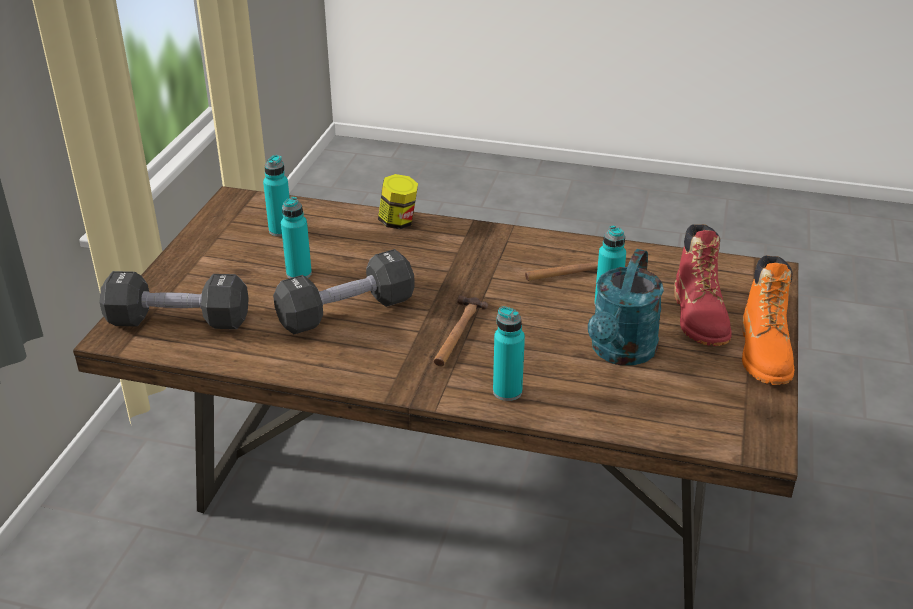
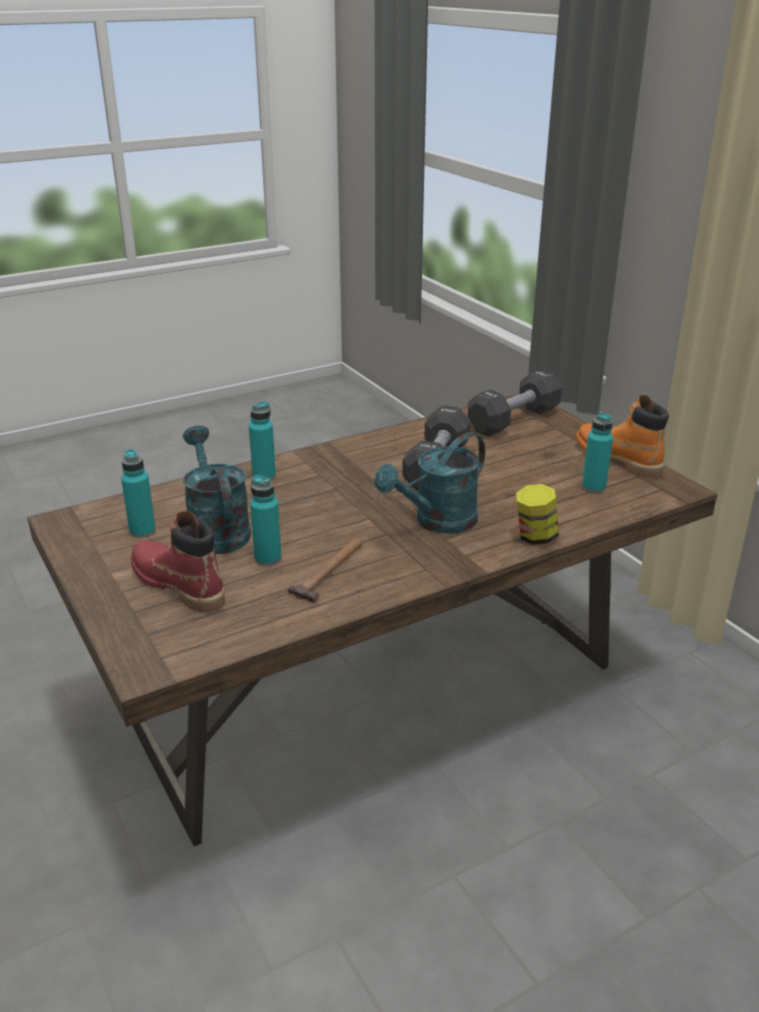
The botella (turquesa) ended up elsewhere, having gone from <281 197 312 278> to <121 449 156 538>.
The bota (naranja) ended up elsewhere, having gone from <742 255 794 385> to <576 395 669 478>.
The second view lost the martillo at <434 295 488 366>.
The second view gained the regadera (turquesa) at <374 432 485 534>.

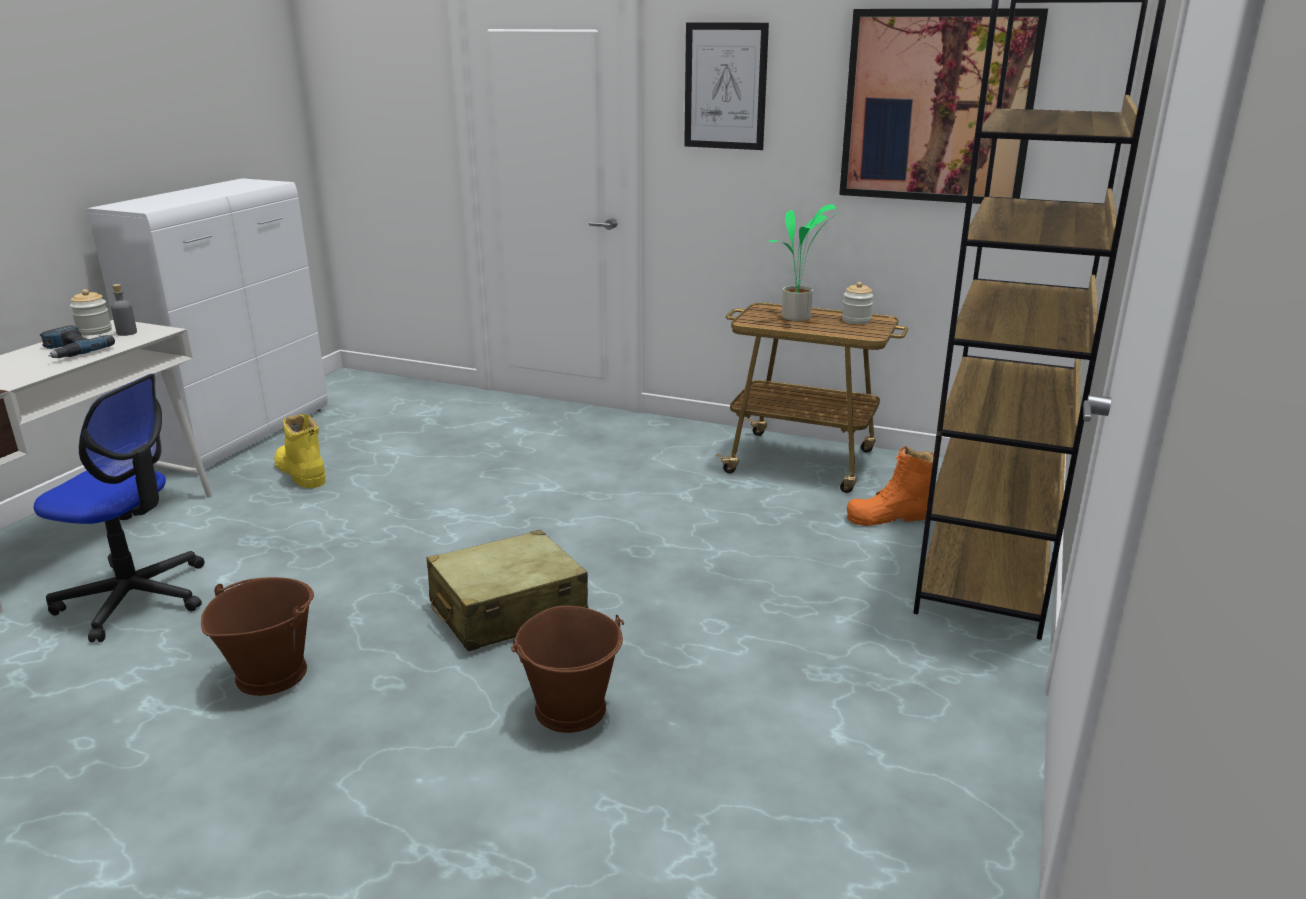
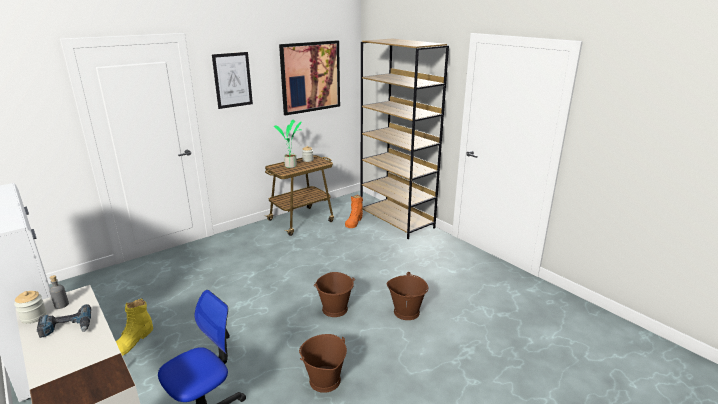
The bota (amarillo) at <274 414 326 488> ended up facing another way, 60 degrees counterclockwise from before.
Where the maleta (beis) stood at <426 530 588 652>, the cubo (marrón) came to stand at <314 272 355 317>.

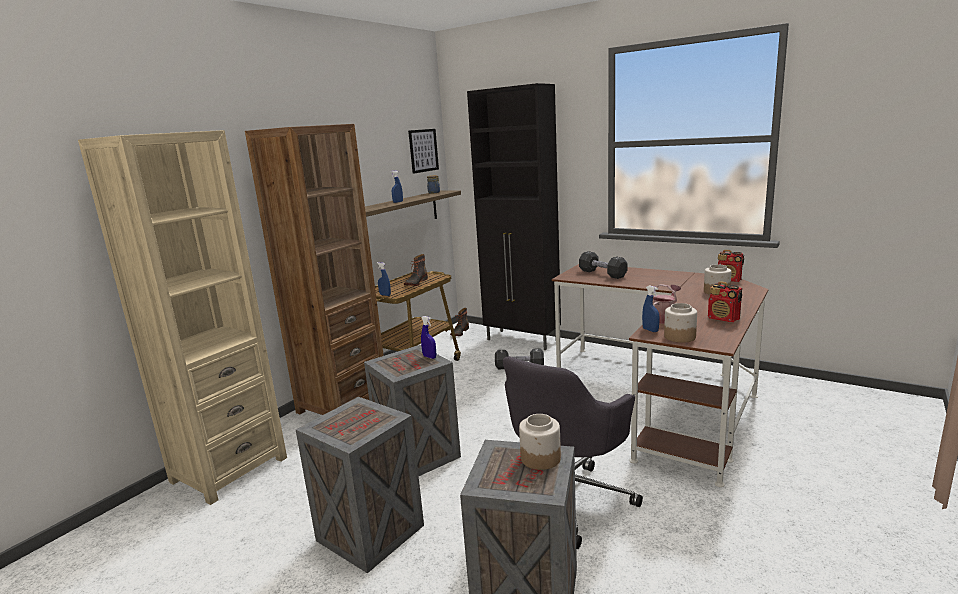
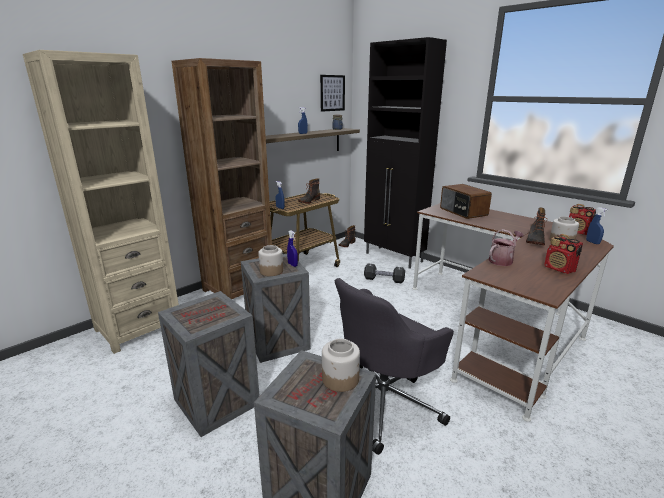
Where the mancuerna (negro) stood at <579 251 628 279>, the radio came to stand at <440 184 492 219>.
The pulverizador (azul) ended up elsewhere, having gone from <642 285 660 332> to <586 207 608 244>.
The tarro ended up elsewhere, having gone from <664 303 697 343> to <258 245 283 276>.
The second view gained the bota at <526 208 548 246>.

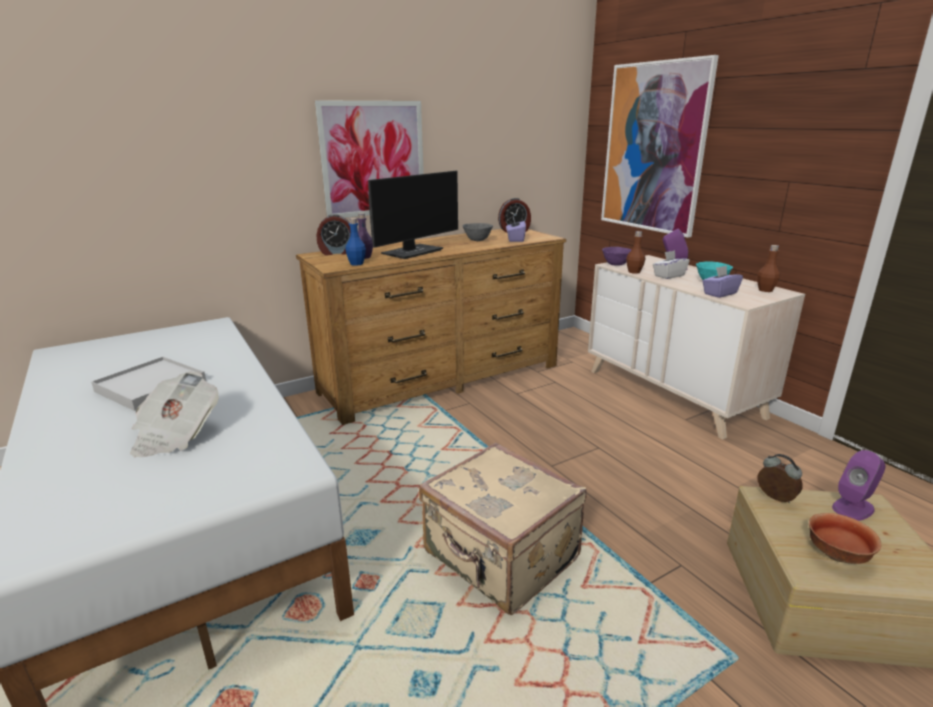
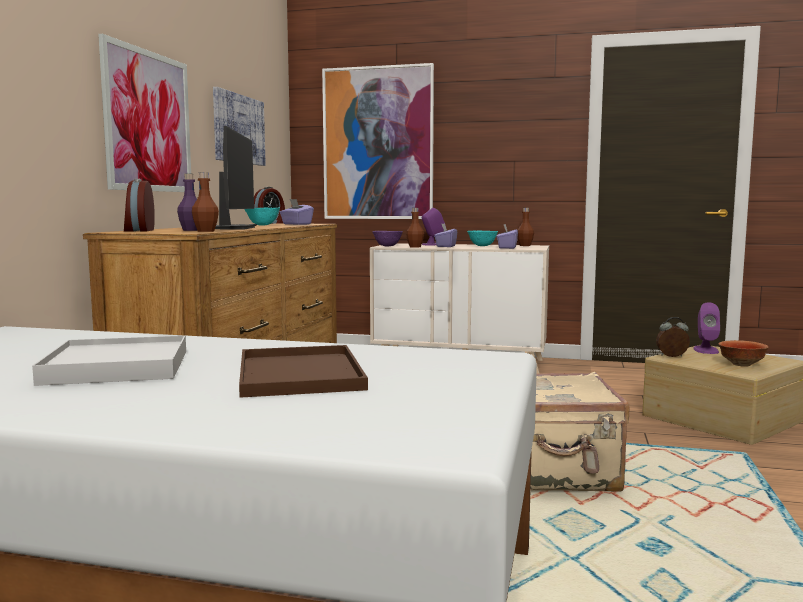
The despertador at <316 214 350 255> ended up facing another way, 135 degrees clockwise from before.
What was the botella (azul) at <346 218 366 266> turned into the botella (marrón) at <192 172 219 232>.
What was the cuenco (gris) at <463 223 493 241> turned into the cuenco (turquesa) at <244 208 280 226>.
What was the caja de pañuelos (blanco) at <653 250 689 279> turned into the caja de pañuelos (morado) at <434 223 457 247>.
Where the periódico stood at <130 372 219 457>, the bandeja (marrón) came to stand at <239 345 368 398>.
The second view gained the cuadro at <213 87 266 166>.

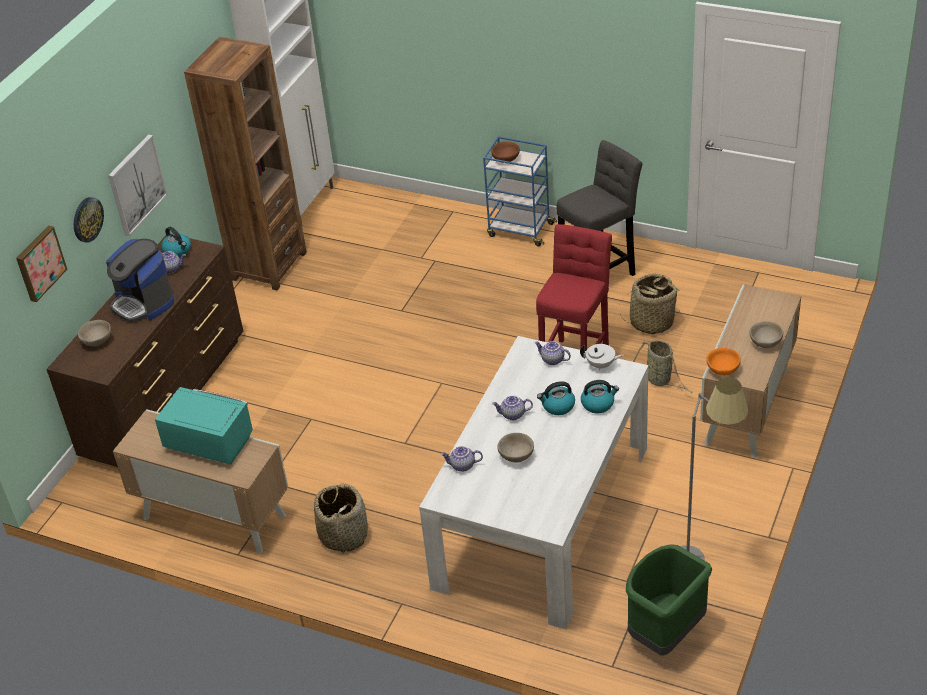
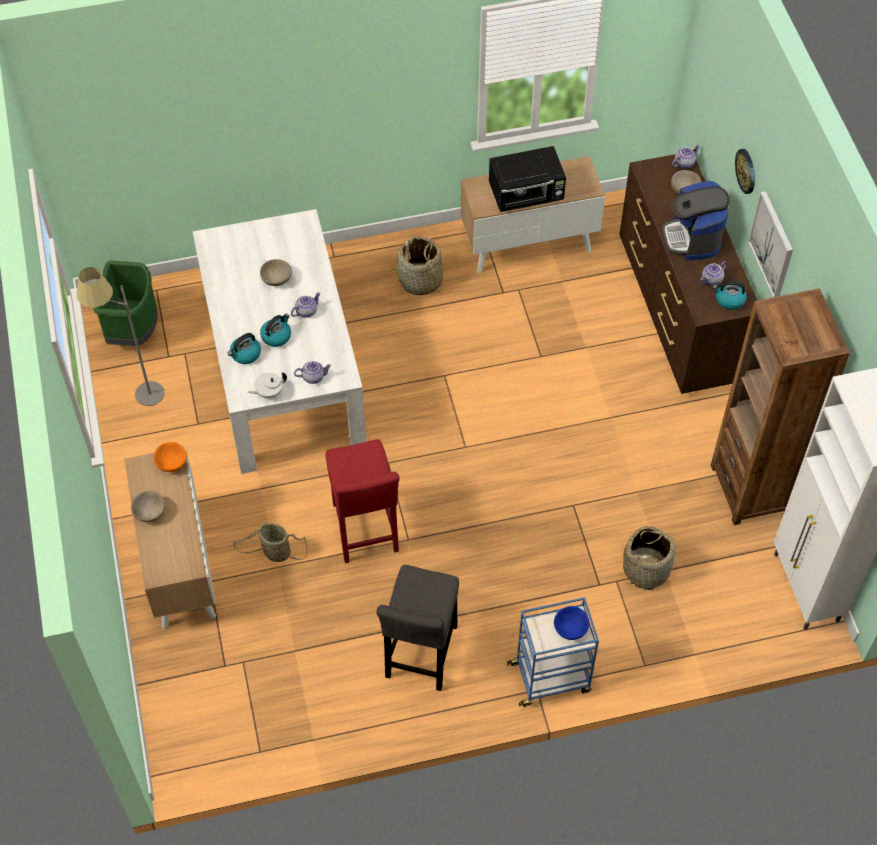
What was the cuenco (marrón) at <491 141 520 163> turned into the cuenco (azul) at <554 606 589 640>.
The second view lost the cuadro at <16 226 67 302>.
The cafetera at <106 239 174 322> ended up facing another way, 105 degrees counterclockwise from before.
The cesta ended up elsewhere, having gone from <620 273 681 334> to <623 526 675 590>.
What was the microondas (turquesa) at <155 387 253 465> turned into the microondas (negro) at <489 146 566 212>.
The tetera ended up elsewhere, having gone from <441 446 483 472> to <672 145 700 169>.

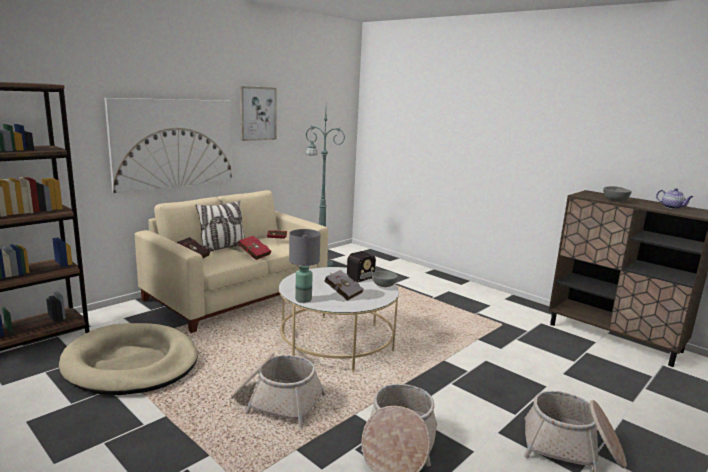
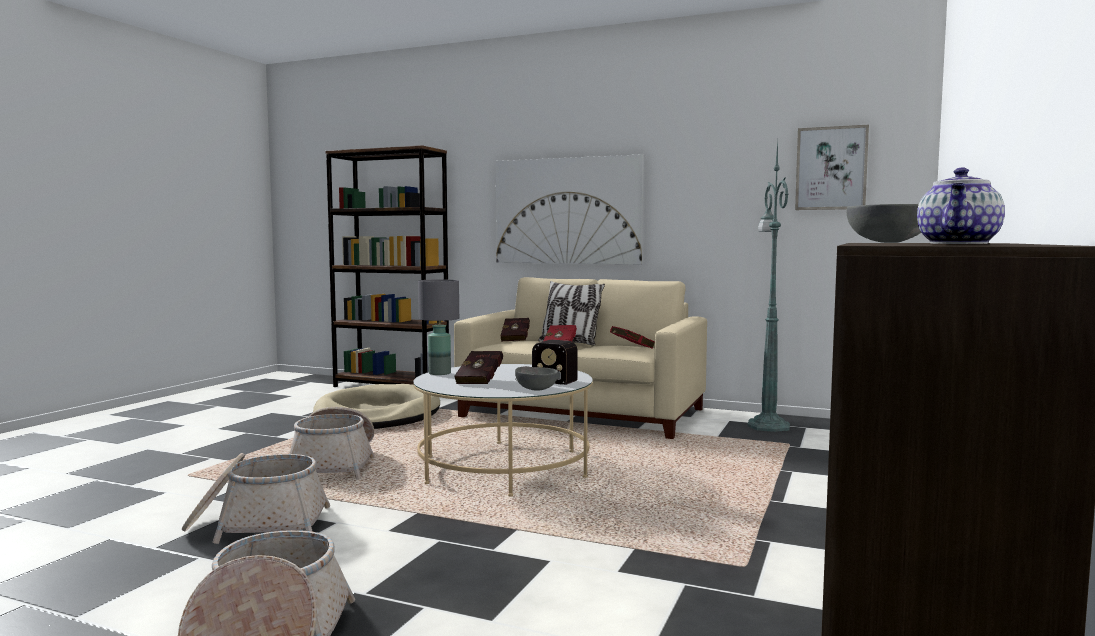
The cuadro ended up elsewhere, having gone from <240 86 277 141> to <795 125 869 210>.
What was the libro (gris) at <325 270 364 301> turned into the libro (rojo) at <454 351 503 384>.

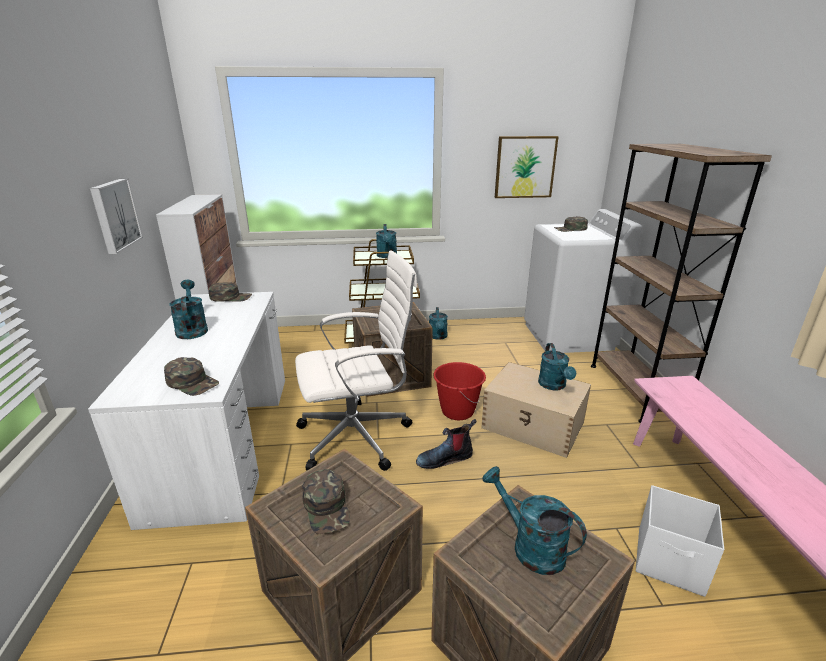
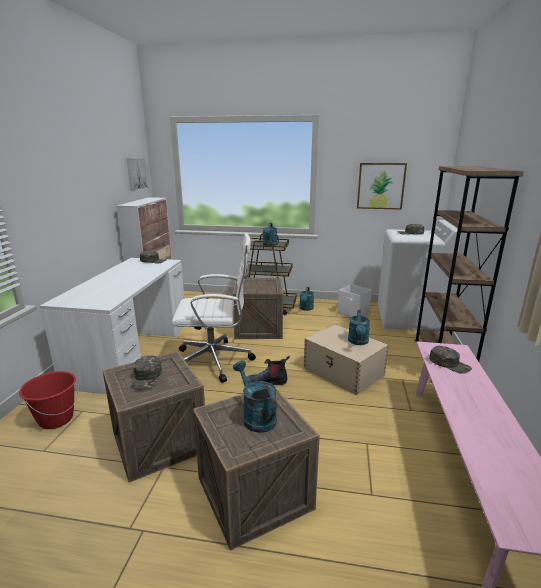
The cuadro ended up elsewhere, having gone from <90 178 143 254> to <127 158 148 191>.
The second view lost the regadera (turquesa) at <169 280 208 339>.
The gorra (verde) ended up elsewhere, having gone from <164 357 219 396> to <429 346 472 374>.
The cubo (rojo) ended up elsewhere, having gone from <433 362 486 420> to <19 371 78 429>.
The caja de almacenaje (blanco) ended up elsewhere, having gone from <636 485 724 597> to <337 284 372 317>.

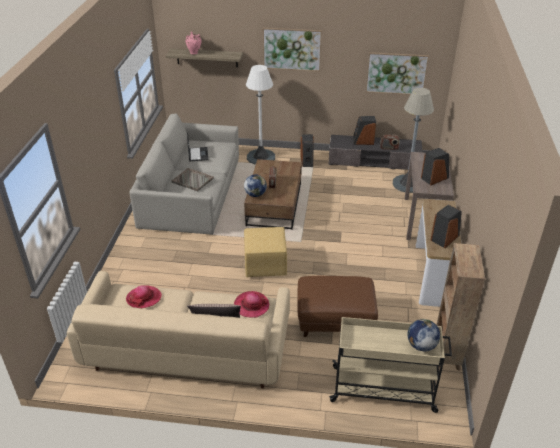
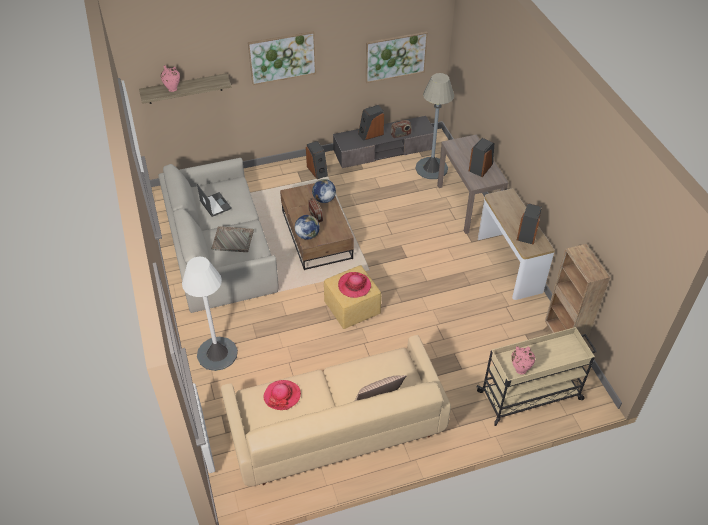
The lámpara de pie (blanco) ended up elsewhere, having gone from <246 65 275 164> to <182 257 238 371>.
The second view lost the puf (marrón) at <297 276 378 337>.
The sombrero ended up elsewhere, having gone from <234 291 269 318> to <338 272 371 298>.
The globo terráqueo ended up elsewhere, having gone from <407 319 441 351> to <312 179 336 203>.
The second view gained the florero (rosa) at <511 346 535 375>.

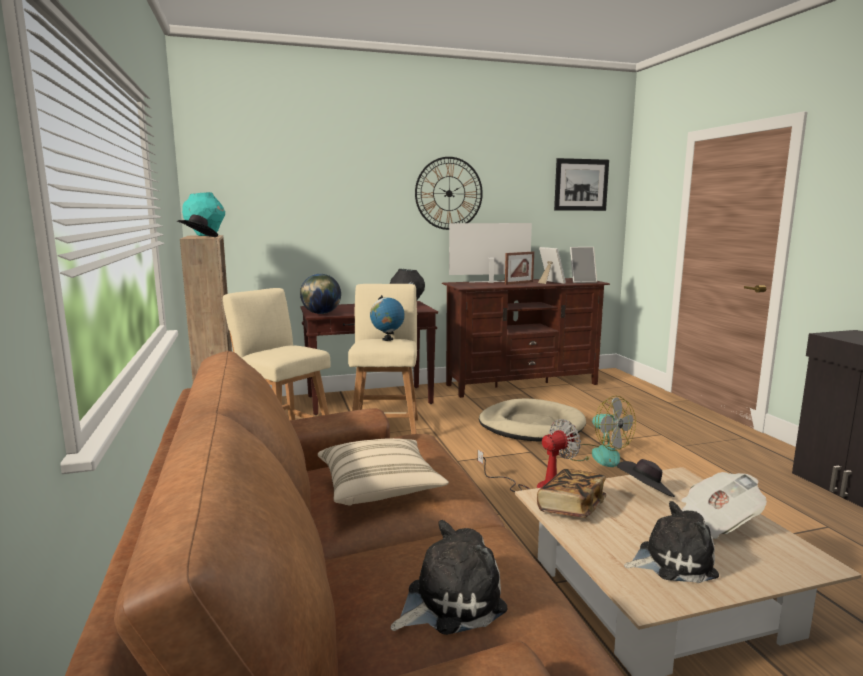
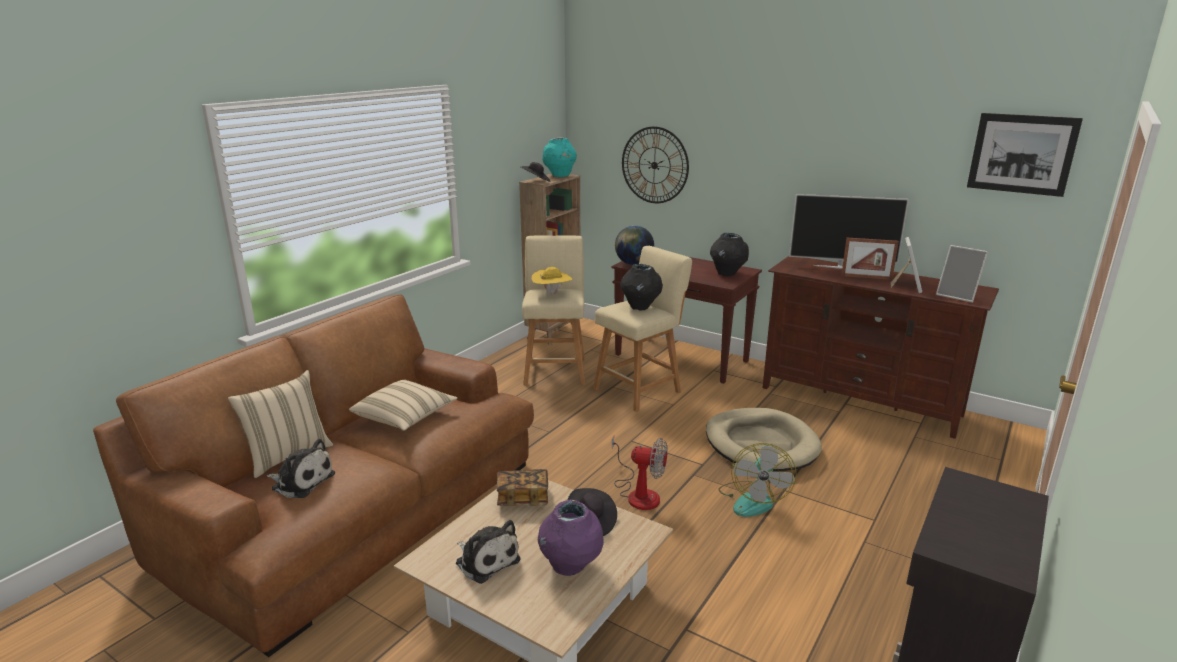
The reloj de pared ended up elsewhere, having gone from <415 157 483 230> to <622 126 689 203>.
The televisor at <449 223 532 283> ended up facing another way, 150 degrees clockwise from before.
Where the globo terráqueo stood at <370 295 405 341>, the florero (negro) came to stand at <620 264 663 311>.
Where the periódico stood at <681 472 767 539>, the florero (morado) came to stand at <538 500 604 576>.
The second view gained the sombrero (amarillo) at <532 267 572 295>.
The second view gained the cojín (beis) at <228 370 333 478>.

